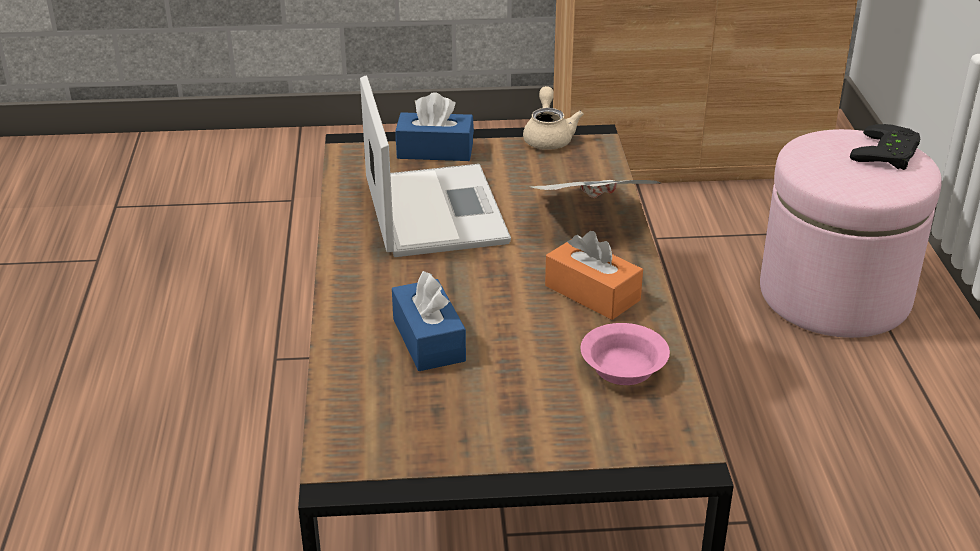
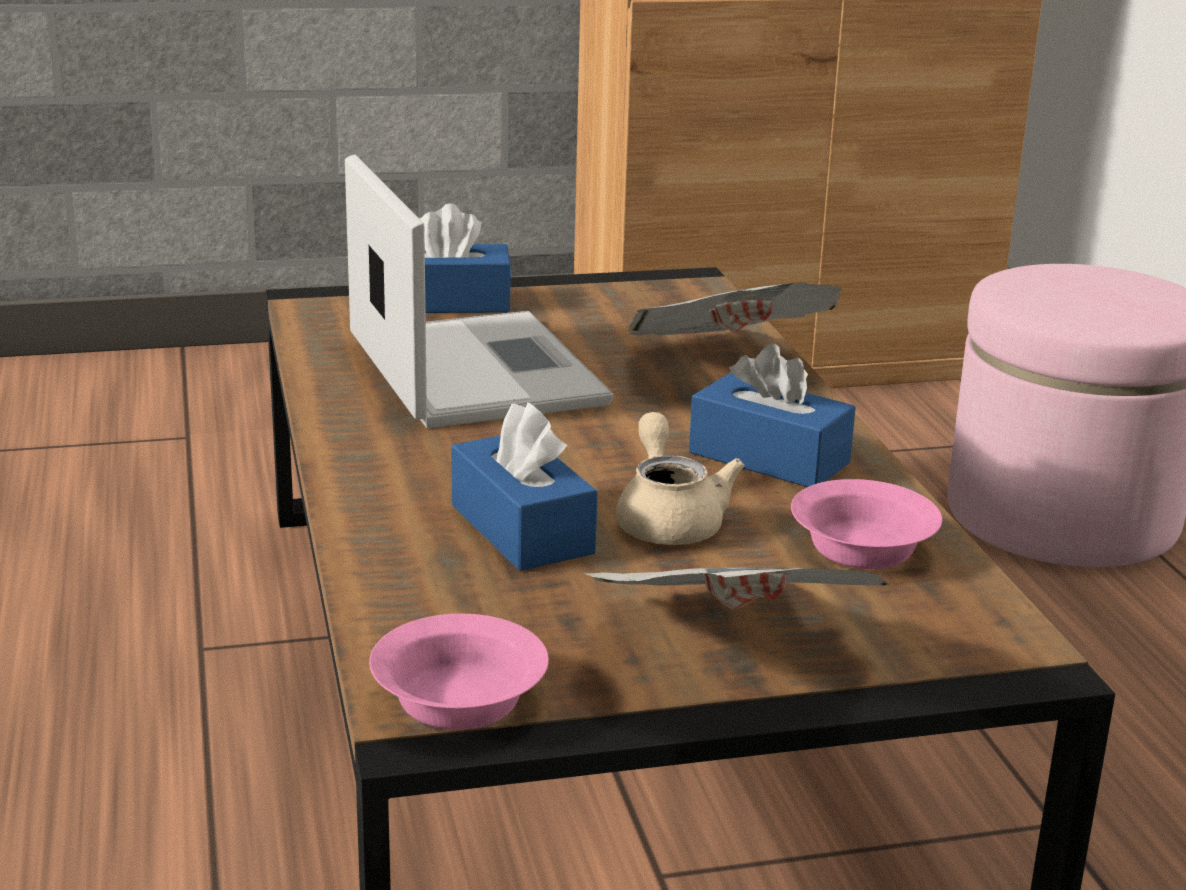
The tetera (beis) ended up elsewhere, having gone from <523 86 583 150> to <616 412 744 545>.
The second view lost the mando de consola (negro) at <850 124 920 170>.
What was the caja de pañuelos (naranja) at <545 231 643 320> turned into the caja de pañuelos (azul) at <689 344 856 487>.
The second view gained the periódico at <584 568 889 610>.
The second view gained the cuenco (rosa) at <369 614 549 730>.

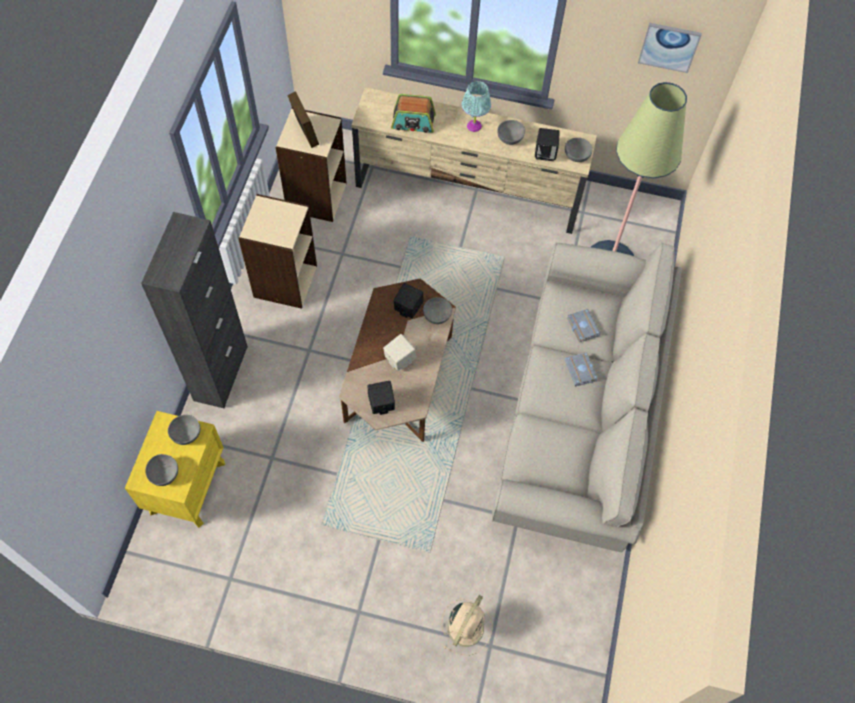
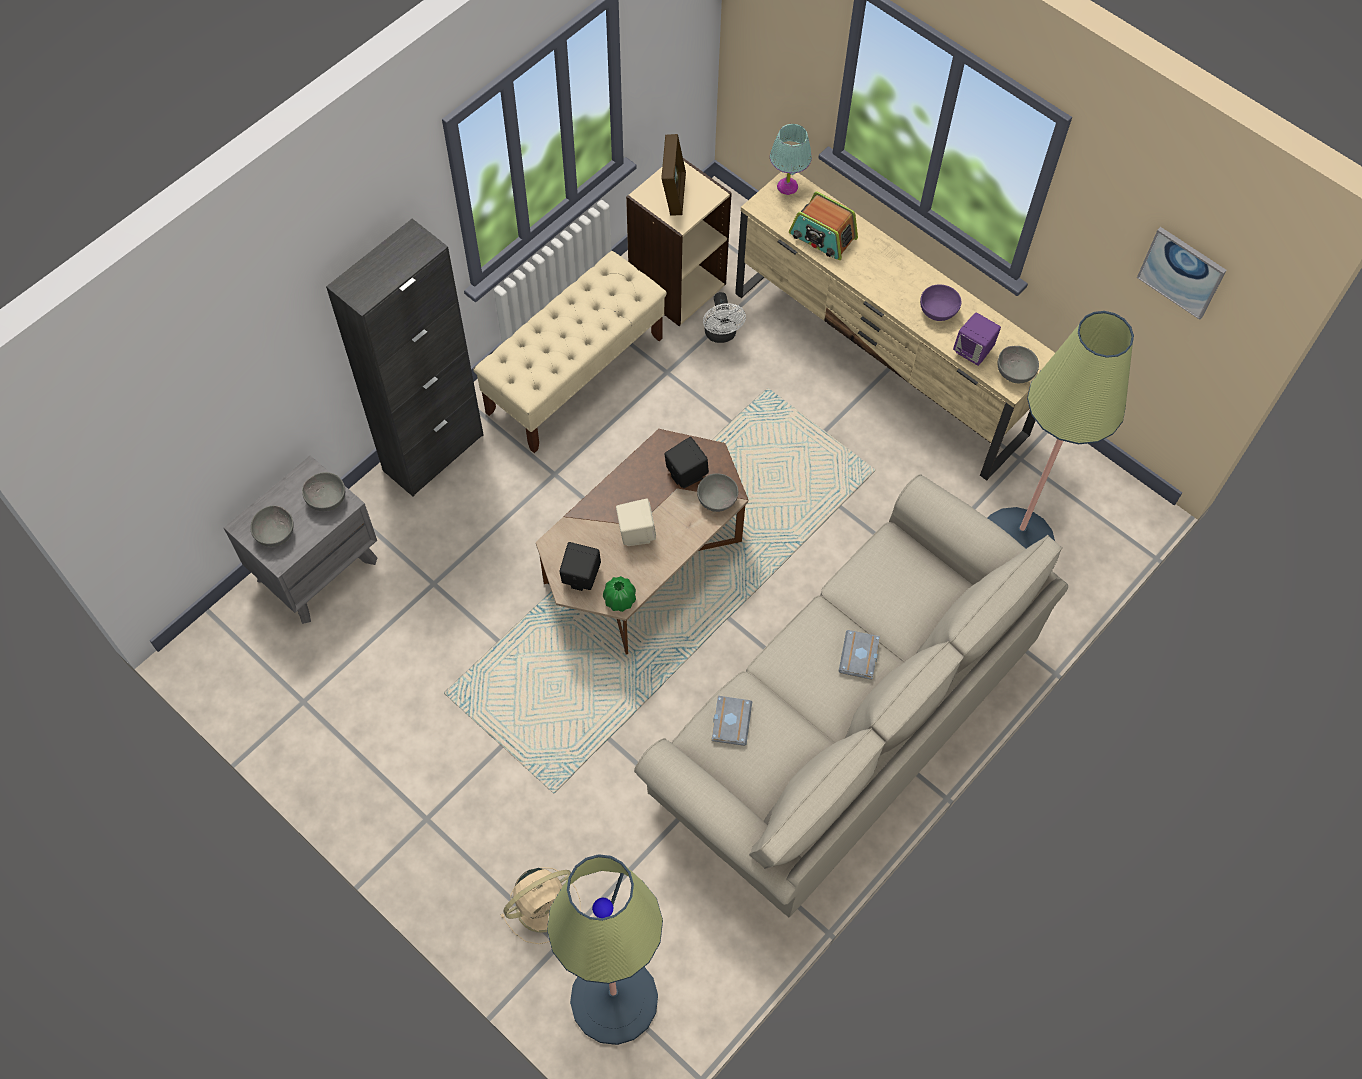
The lámpara de mesa (turquesa) ended up elsewhere, having gone from <461 81 491 132> to <770 124 812 195>.
What was the cuenco (gris) at <497 120 525 145> turned into the cuenco (morado) at <920 284 961 321>.
What was the altavoz (negro) at <535 128 560 161> turned into the altavoz (morado) at <953 312 1001 366>.
Where the estantería (beis) stood at <238 194 317 309>, the banco (beis) came to stand at <473 251 667 453>.
The libro (gris) ended up elsewhere, having gone from <567 309 601 342> to <711 696 752 746>.
What was the mesita de noche (amarillo) at <125 411 225 528> turned into the mesita de noche (gris) at <224 455 377 624>.
The second view gained the ventilador (blanco) at <703 292 746 343>.
The second view gained the florero (verde) at <603 576 636 612>.
The second view gained the lámpara de pie at <547 854 663 1045>.

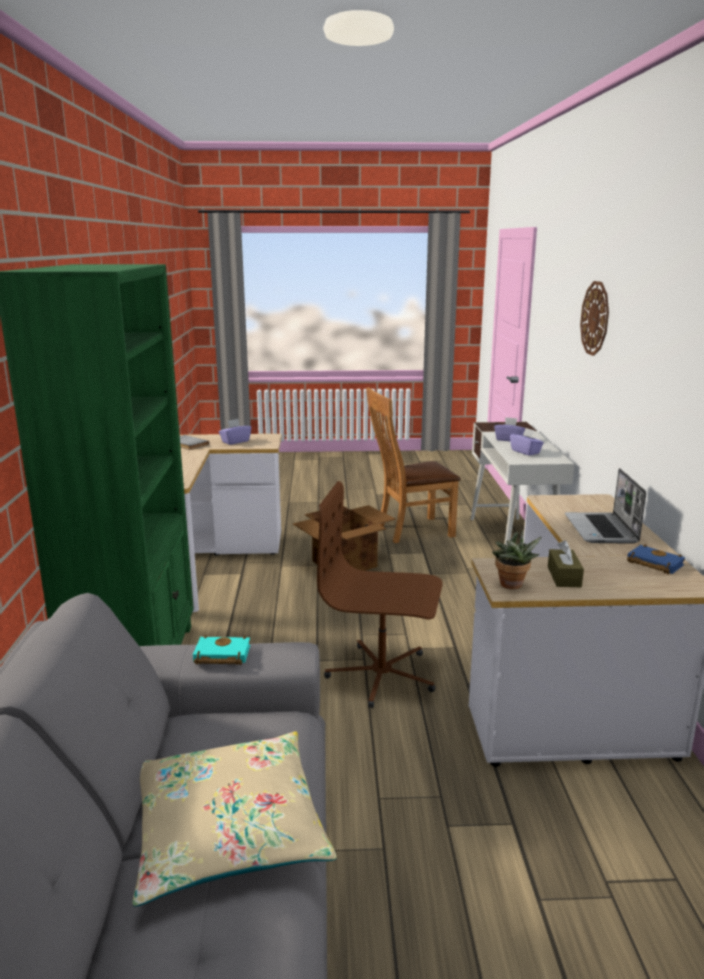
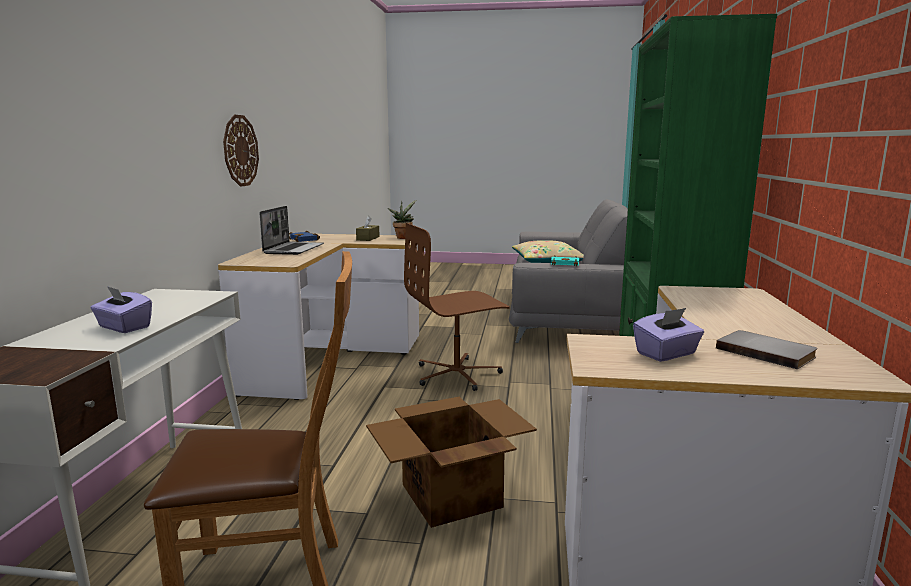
The reloj de pared ended up elsewhere, having gone from <580 281 609 356> to <223 115 259 187>.
The second view lost the caja de pañuelos (morado) at <510 428 544 456>.
The silla de oficina (marrón) at <317 481 443 708> ended up facing another way, 135 degrees clockwise from before.

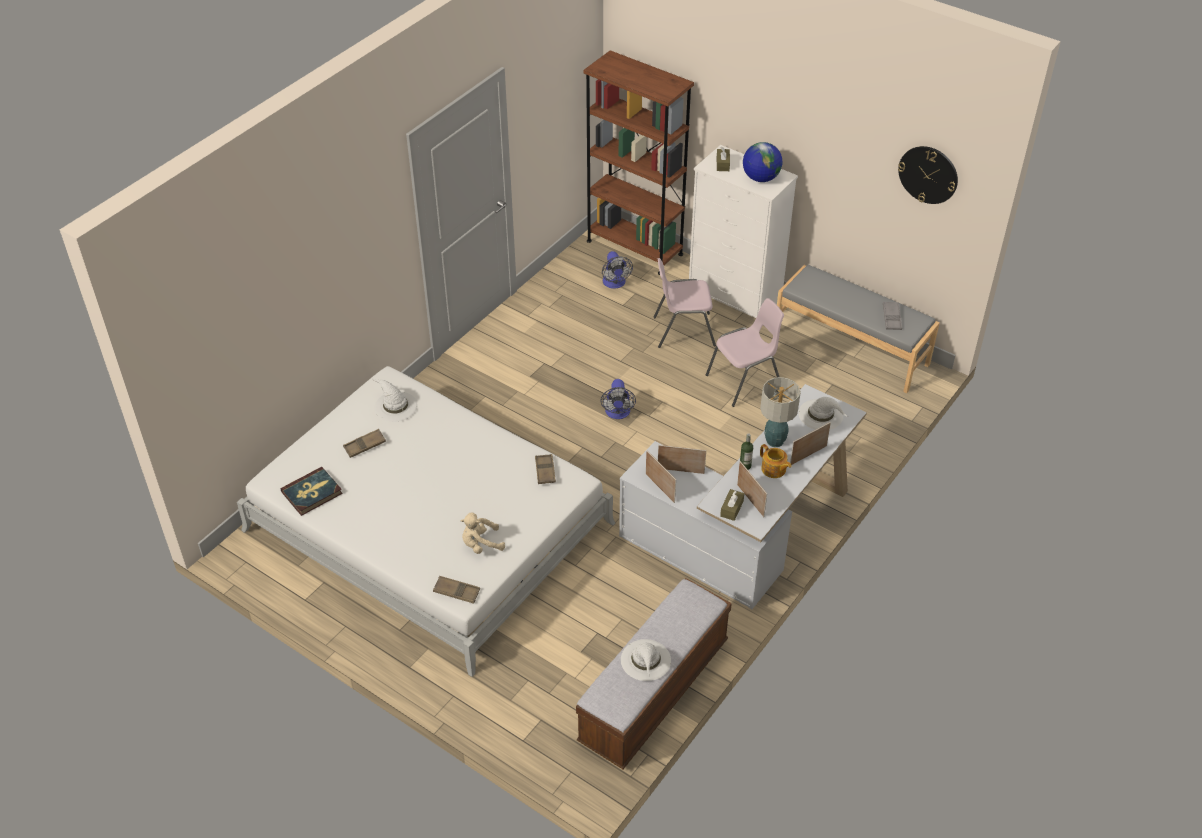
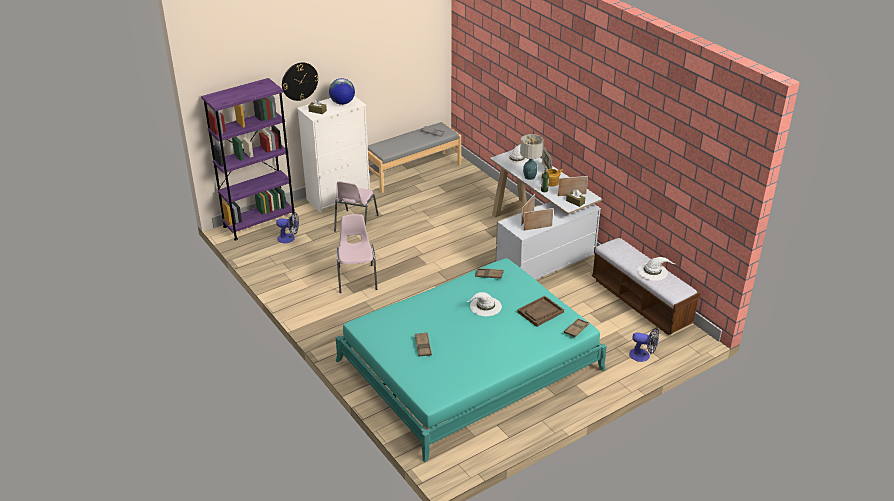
What was the estantería (marrón) at <583 50 694 275> turned into the estantería (morado) at <201 78 296 241>.
The reloj de pared ended up elsewhere, having gone from <898 146 958 204> to <282 63 319 101>.
The silla (rosa) ended up elsewhere, having gone from <706 298 784 407> to <336 214 377 293>.
What was the cama (blanco) at <237 366 615 677> turned into the cama (turquesa) at <336 258 607 462>.
The sombrero (blanco) ended up elsewhere, having gone from <372 378 418 422> to <467 292 502 316>.
The ventilador ended up elsewhere, having gone from <601 379 636 419> to <629 328 659 362>.
The second view lost the libro at <280 467 343 516>.
Where the peluche (beis) stood at <461 513 505 554>, the bandeja (marrón) came to stand at <517 296 564 327>.

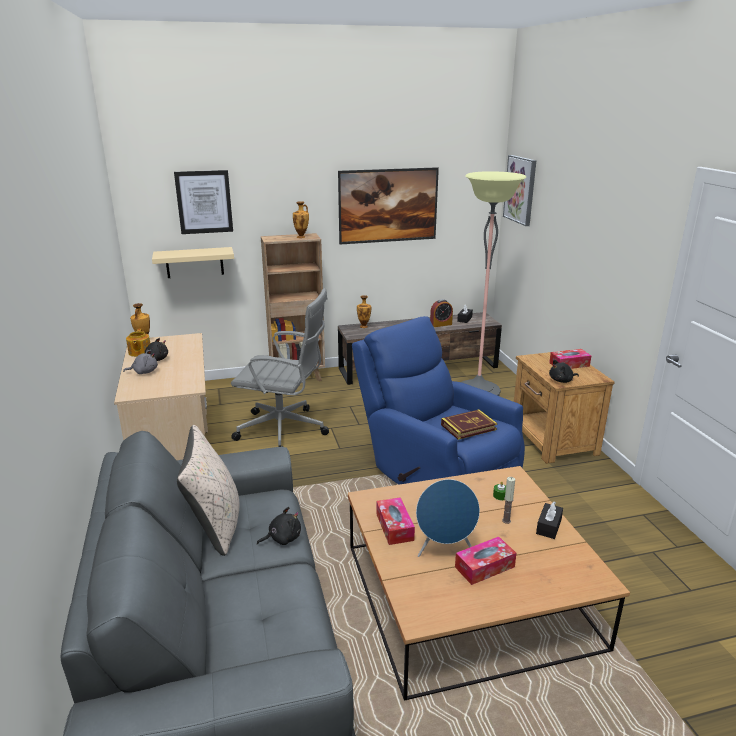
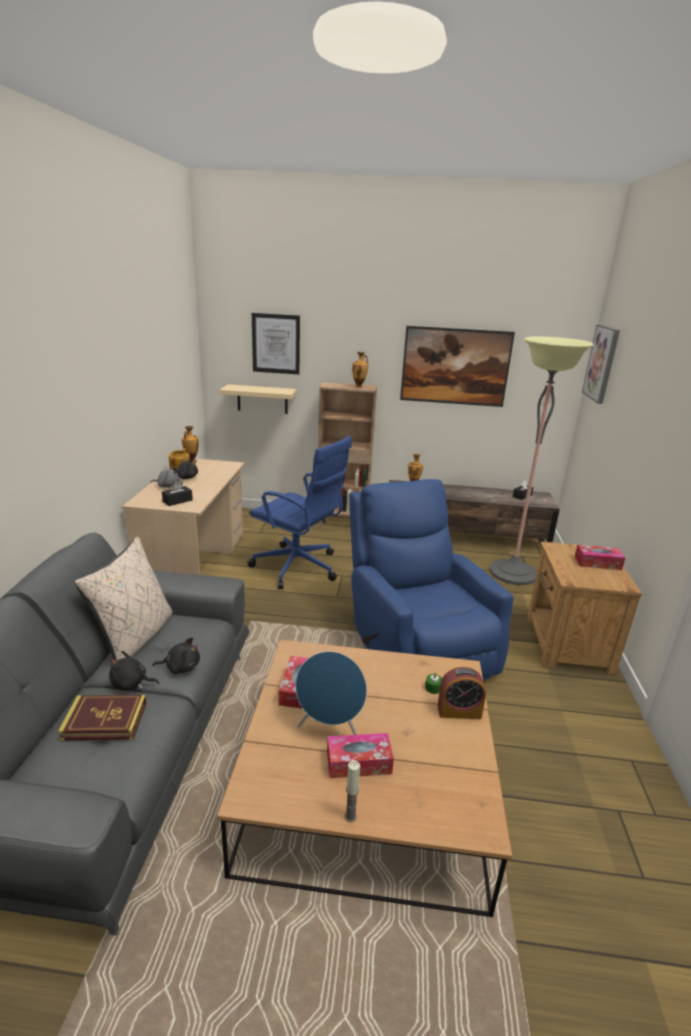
What was the silla de oficina (gris) at <231 288 329 447> turned into the silla de oficina (azul) at <247 436 352 589>.
The despertador ended up elsewhere, having gone from <430 299 453 327> to <437 667 486 719>.
The peluche (negro) ended up elsewhere, having gone from <549 360 579 383> to <109 651 159 691>.
The libro ended up elsewhere, having gone from <441 410 497 440> to <58 695 147 741>.
The vela ended up elsewhere, having gone from <502 477 515 524> to <345 760 360 822>.
The caja de pañuelos (negro) ended up elsewhere, having gone from <536 501 563 539> to <162 481 193 506>.

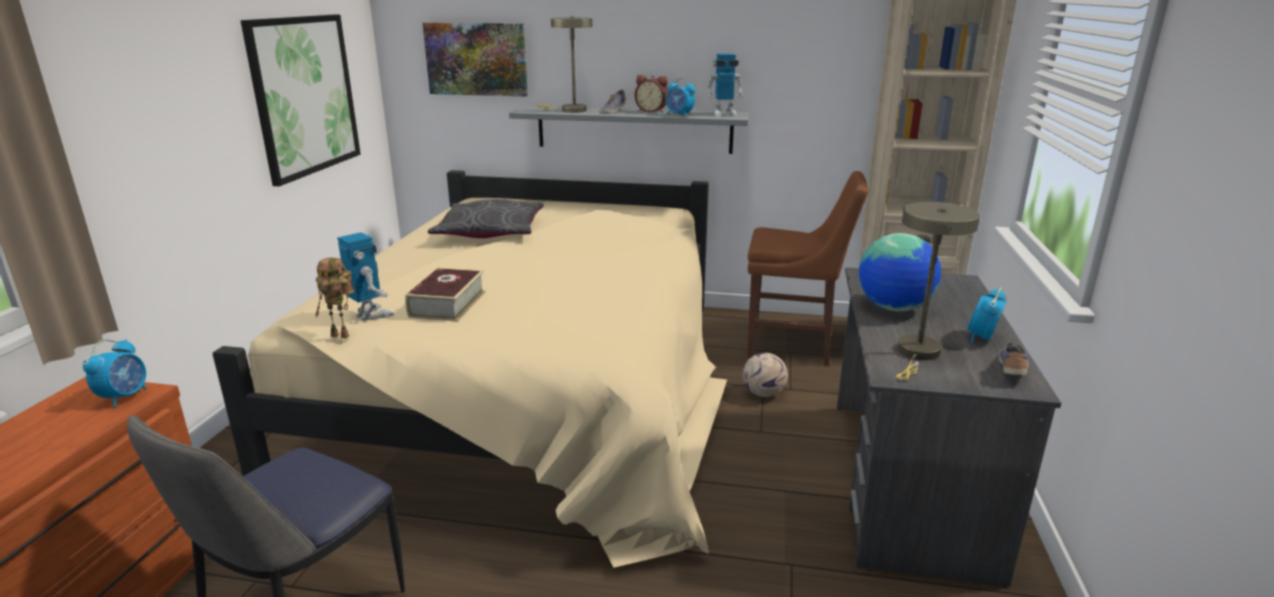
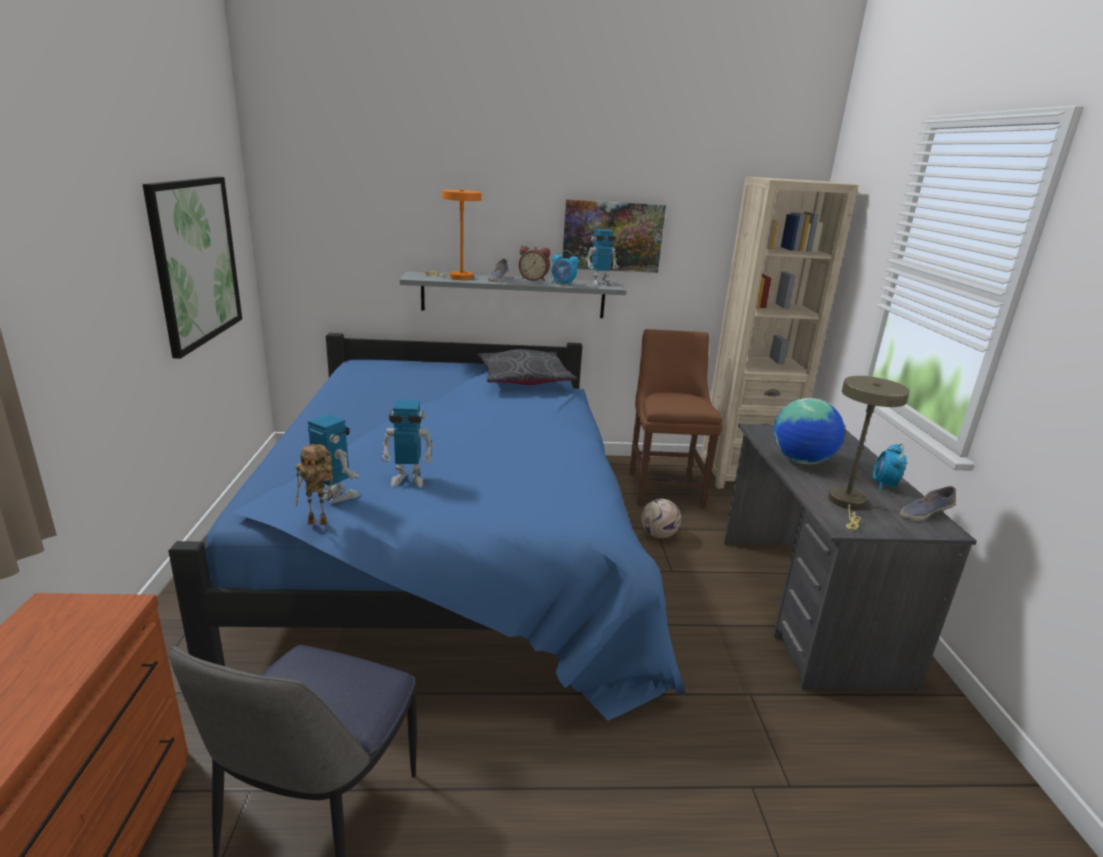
What was the lámpara de mesa (beis) at <537 17 593 113> turned into the lámpara de mesa (naranja) at <422 190 482 280>.
The cuadro ended up elsewhere, having gone from <423 23 528 97> to <562 199 666 273>.
What was the cama (beis) at <212 170 727 568> turned into the cama (azul) at <168 333 685 721>.
The silla (marrón) at <747 171 868 366> ended up facing another way, 90 degrees counterclockwise from before.
The cojín (gris) ended up elsewhere, having gone from <428 199 544 238> to <476 349 577 385>.
Where the libro stood at <405 268 486 321>, the robot de juguete came to stand at <381 400 433 488>.
The second view lost the despertador at <83 339 147 408>.
The zapato at <999 342 1029 375> ended up facing another way, 120 degrees counterclockwise from before.

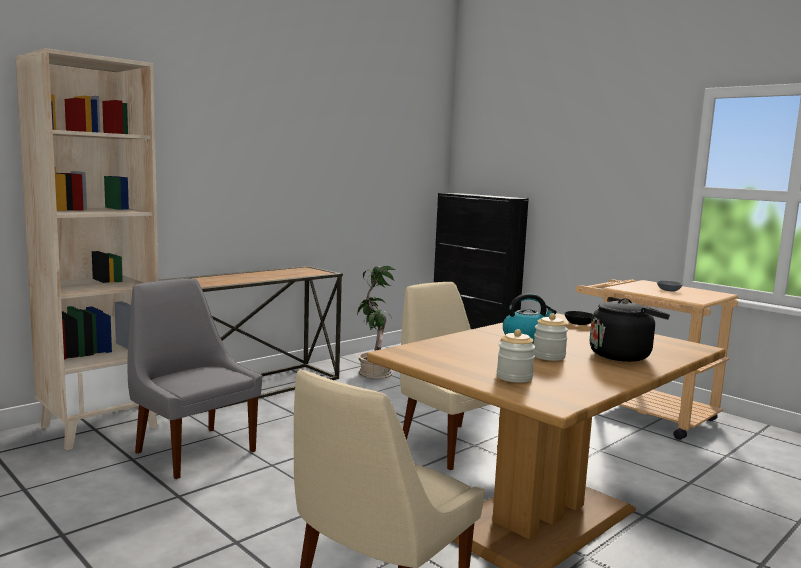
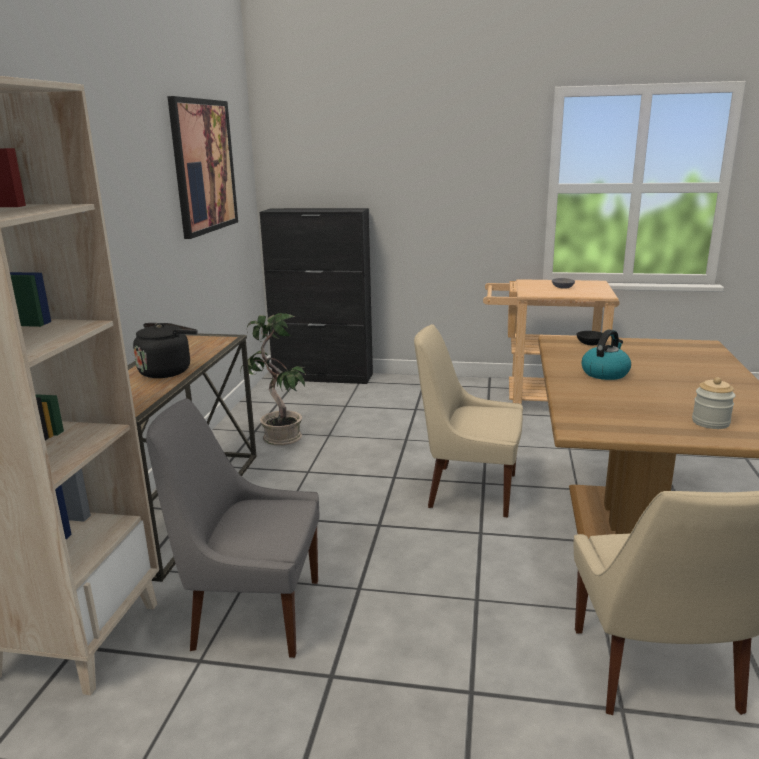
The hervidor (negro) ended up elsewhere, having gone from <590 297 670 362> to <133 323 198 378>.
The second view lost the tarro at <534 313 568 361>.
The second view gained the cuadro at <167 96 238 239>.

